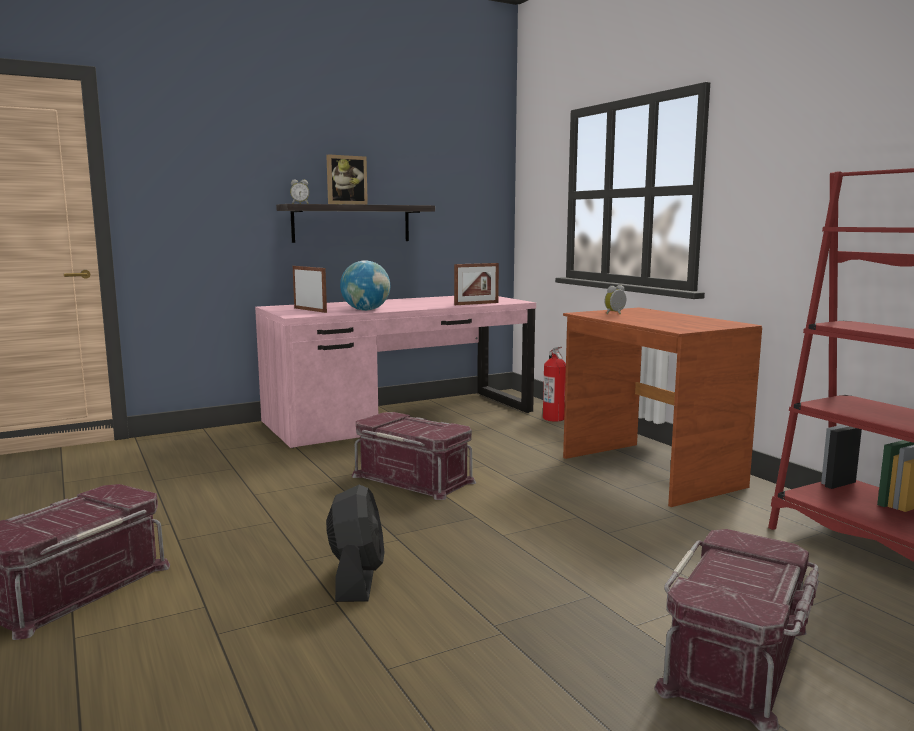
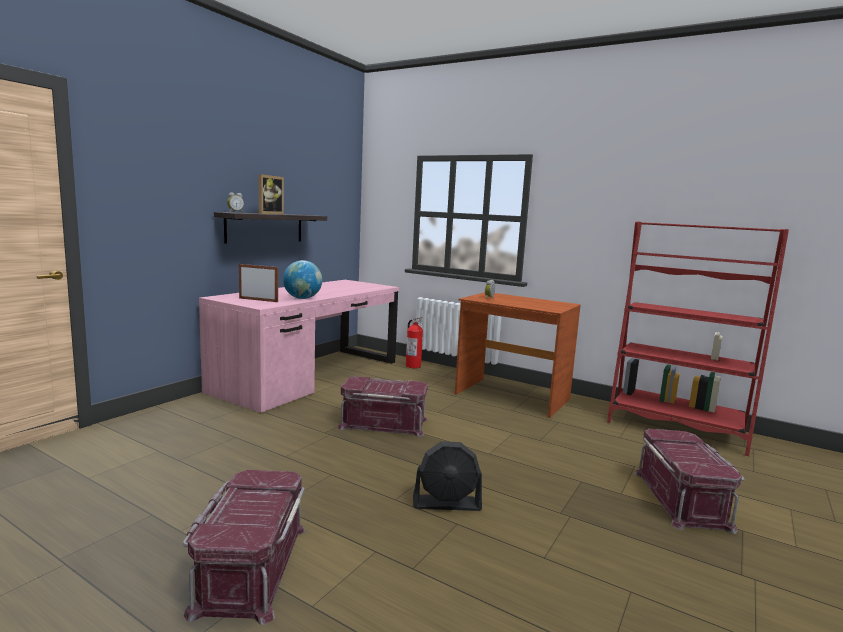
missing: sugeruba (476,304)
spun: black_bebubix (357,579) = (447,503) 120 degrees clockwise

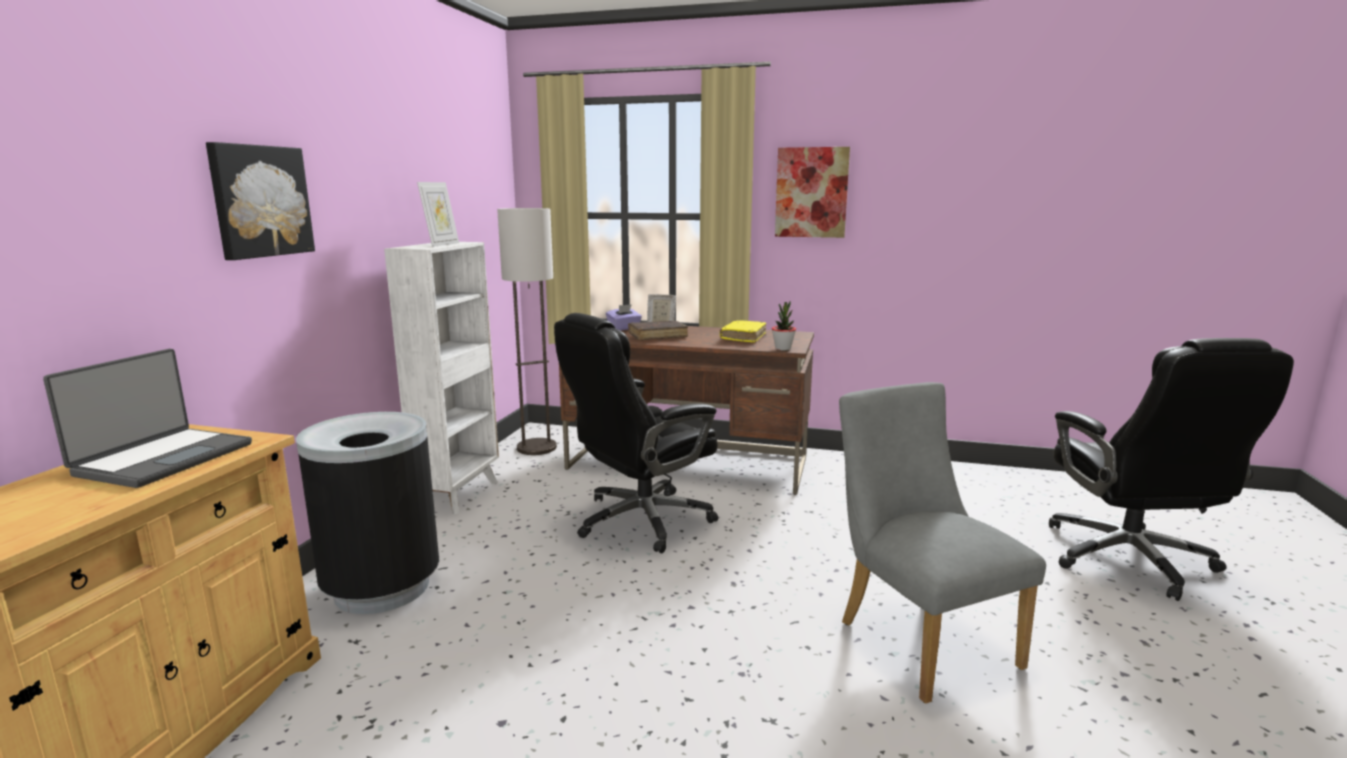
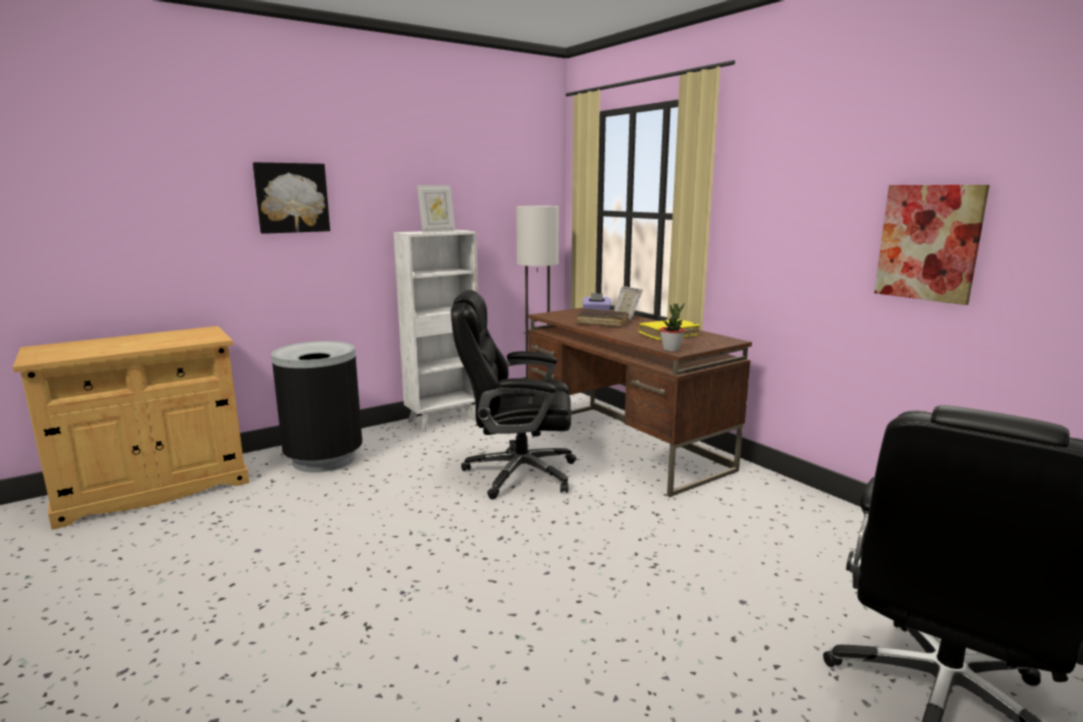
missing: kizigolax (163,459); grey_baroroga (918,638)
relocated: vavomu (811,192) to (929,242)

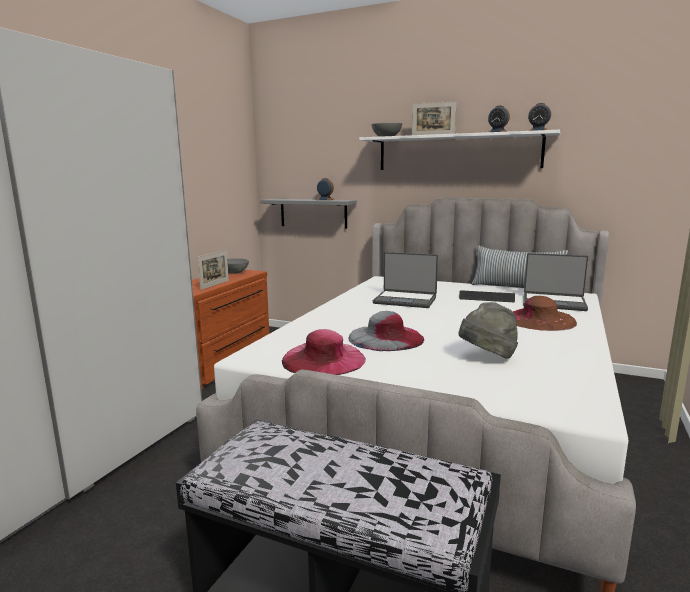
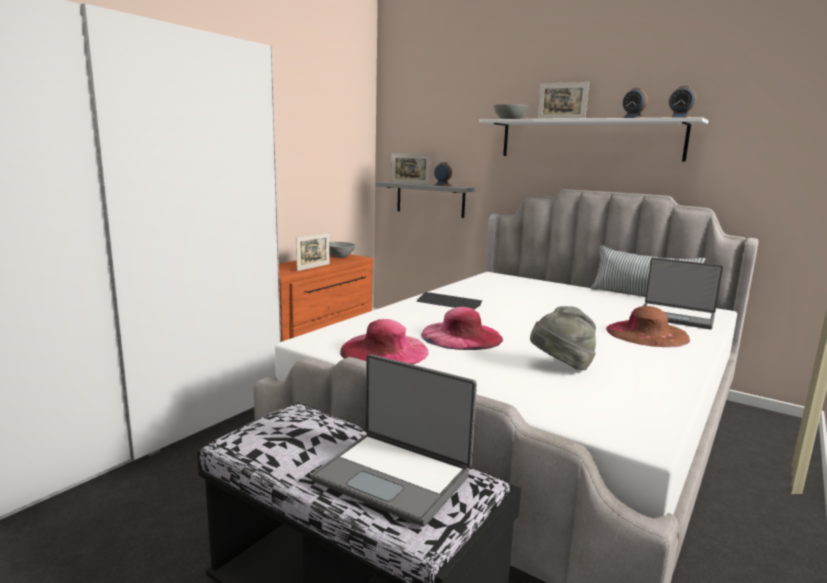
appeared: sugeruba (410,183)
relocated: kizigolax (405,300) to (394,476); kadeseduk (486,298) to (448,303)
colour: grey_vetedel (385,338) to pink_vetedel (461,336)

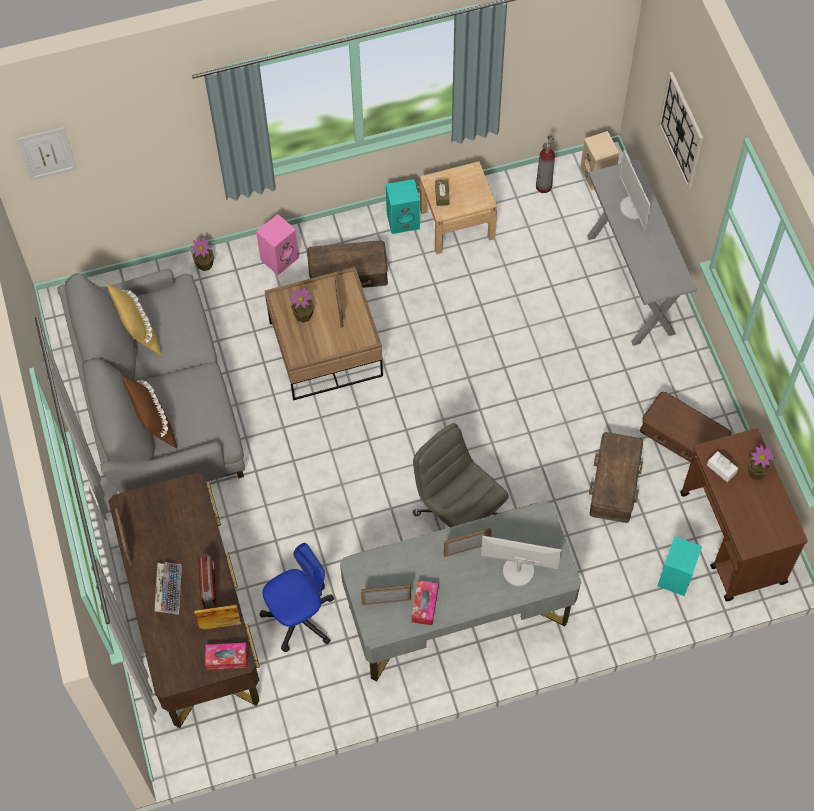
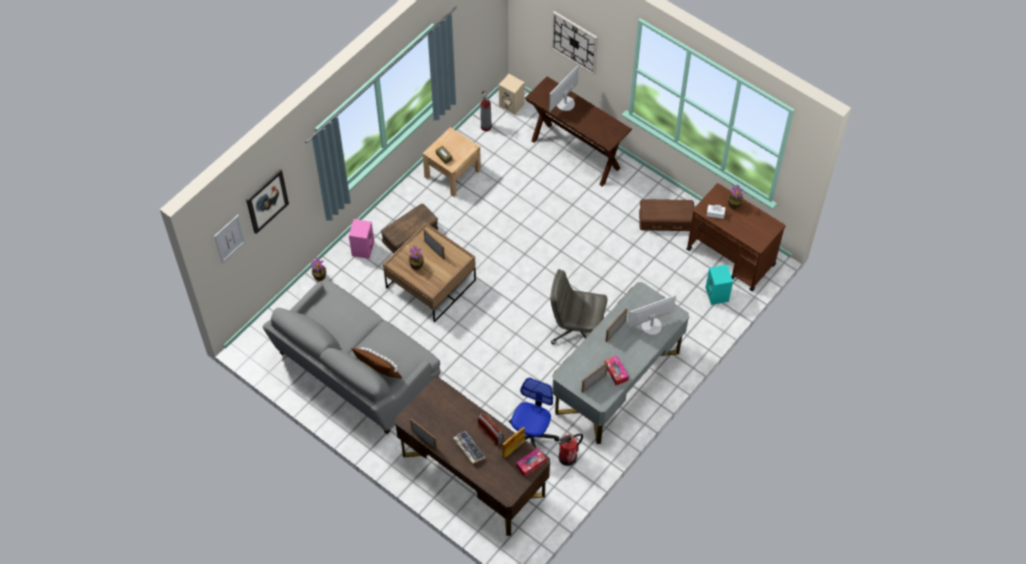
missing: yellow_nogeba (138,334); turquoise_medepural (403,220); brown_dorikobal (615,483)
appeared: vavomu (266,200); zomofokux (568,457)
colour: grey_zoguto (630,284) to brown_zoguto (575,154)
spun: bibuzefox (634,208) = (565,103) 90 degrees clockwise

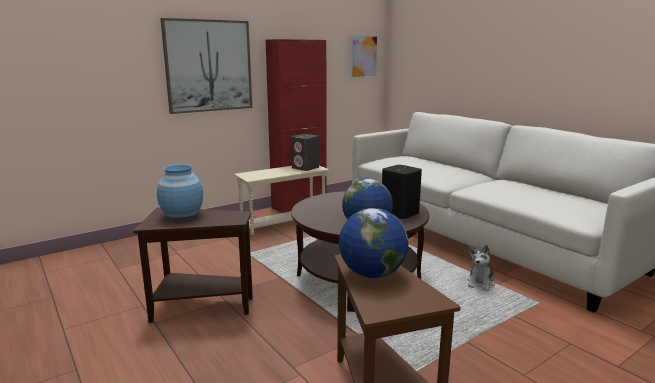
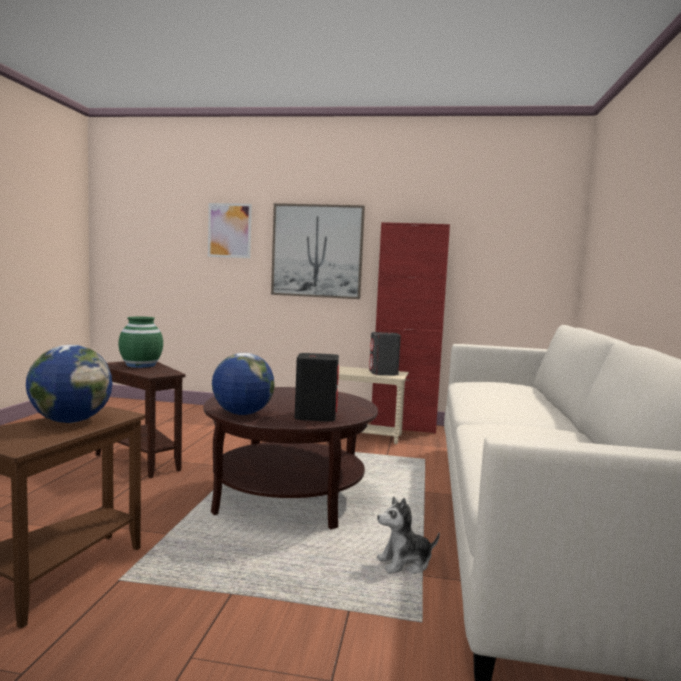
relocated: vavomu (364,56) to (229,230)
colour: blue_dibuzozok (182,216) to green_dibuzozok (140,365)

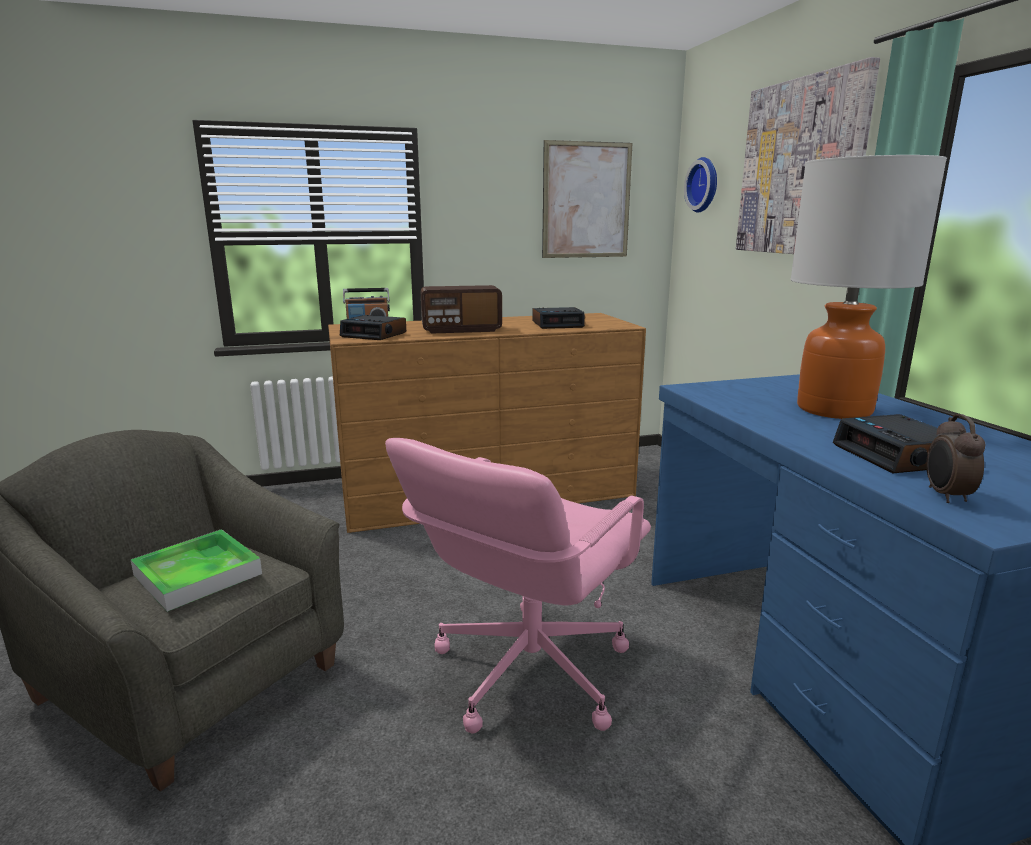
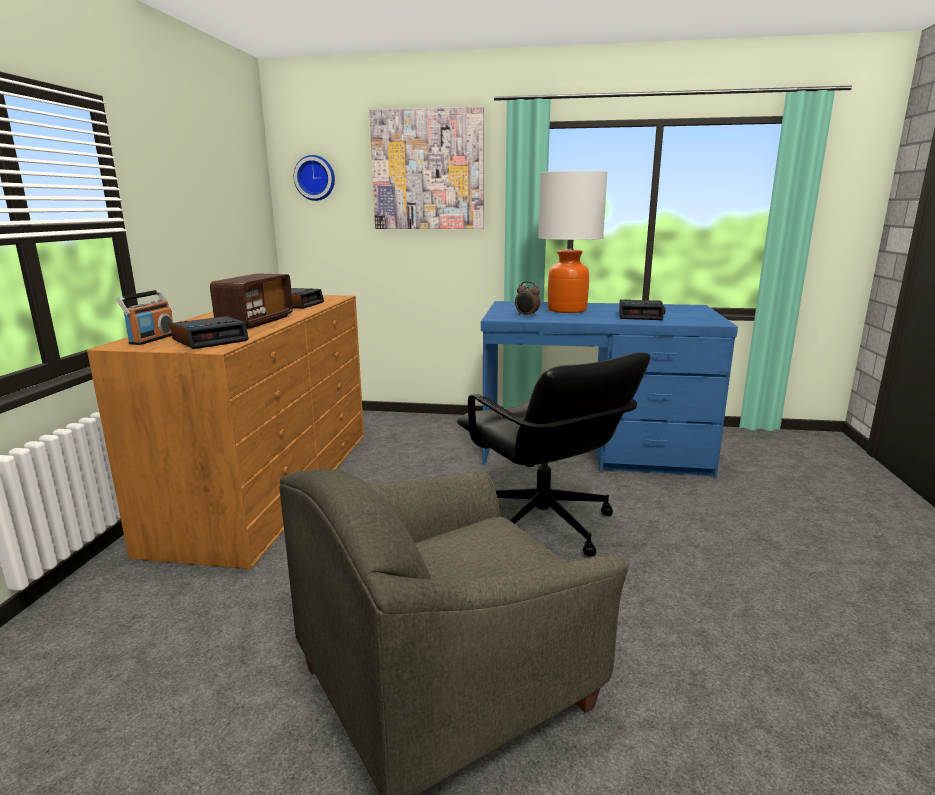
missing: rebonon (198,574); vavomu (586,200)
relocated: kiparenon (945,496) to (527,316)
colour: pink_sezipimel (528,670) to black_sezipimel (542,525)

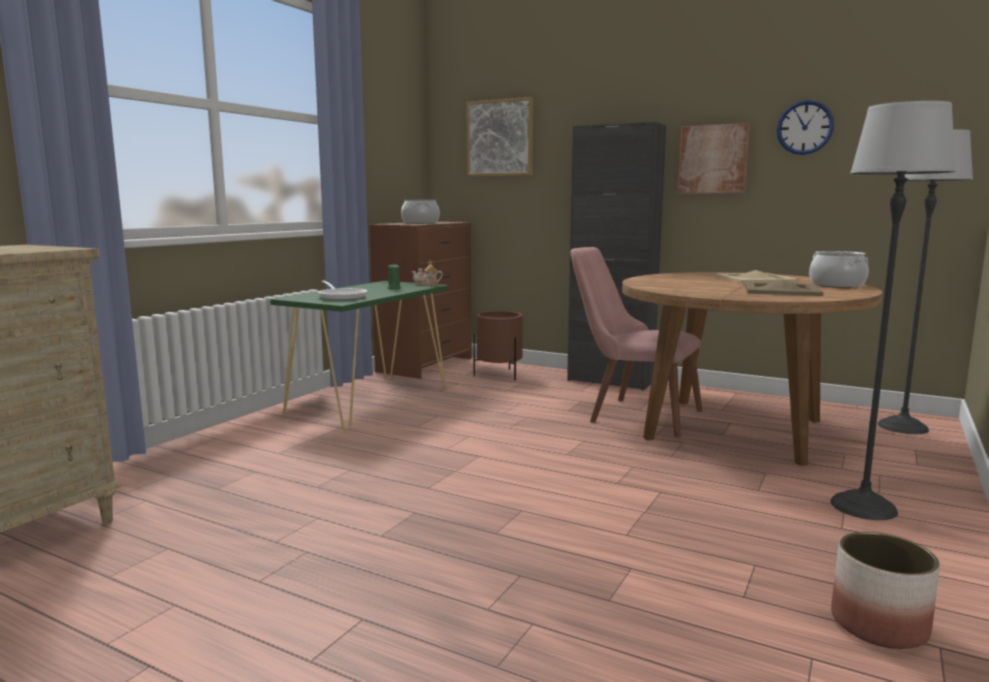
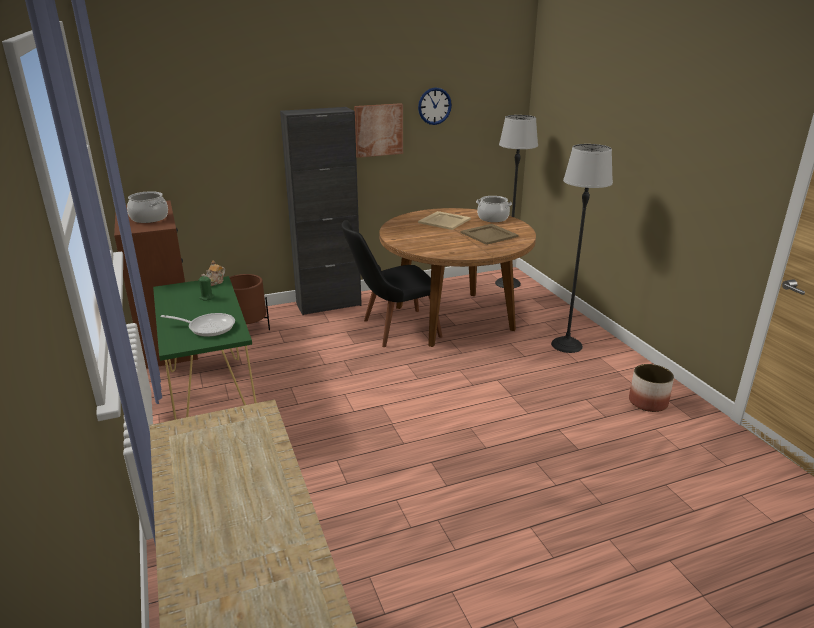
missing: vavomu (500,138)
colour: pink_baroroga (631,414) to black_baroroga (391,330)

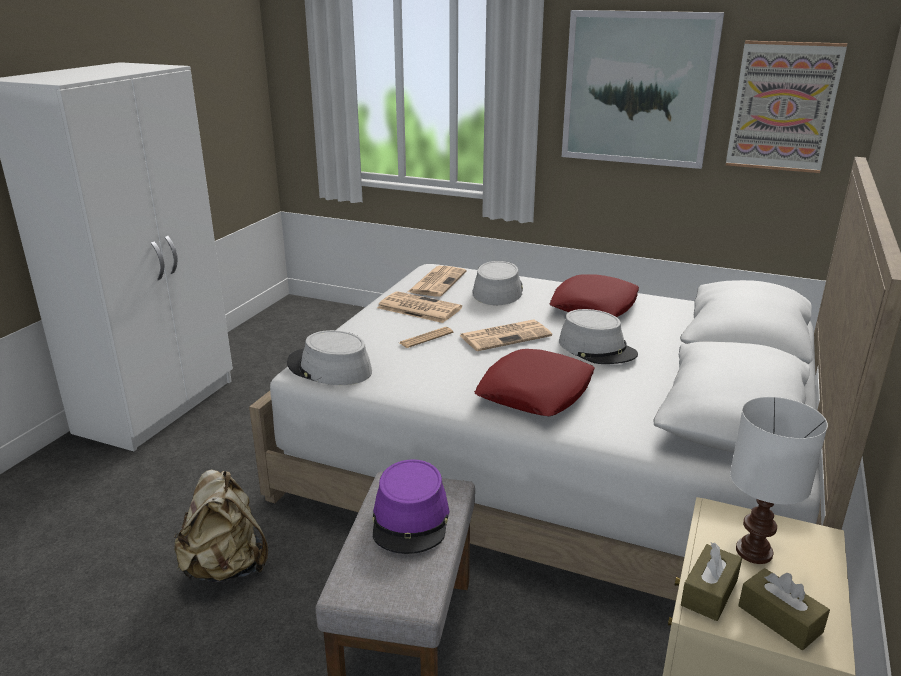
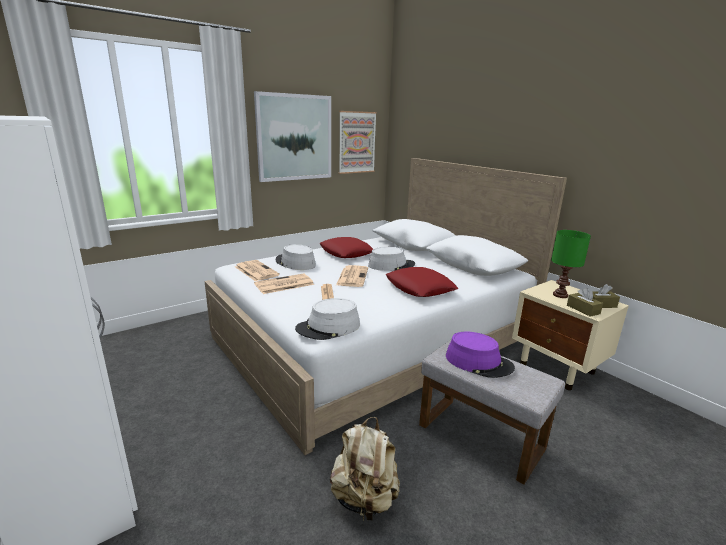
colour: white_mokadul (755,552) to green_mokadul (560,295)

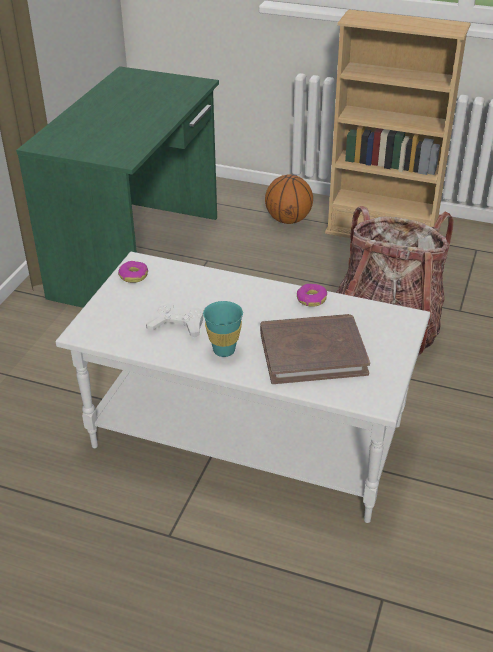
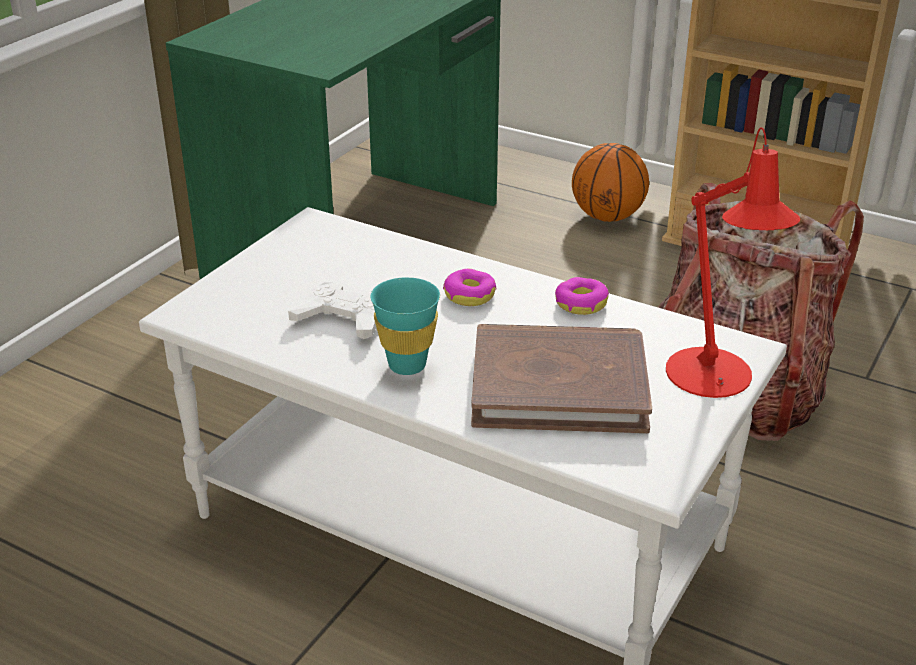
appeared: red_mokadul (713,380)
relocated: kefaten (133,276) to (469,295)

